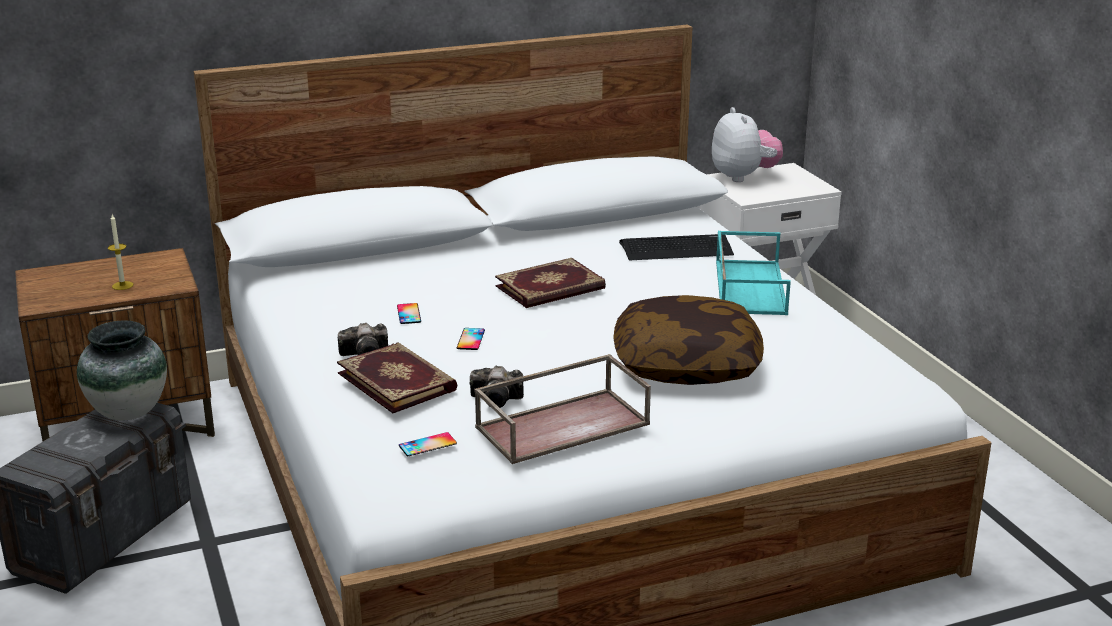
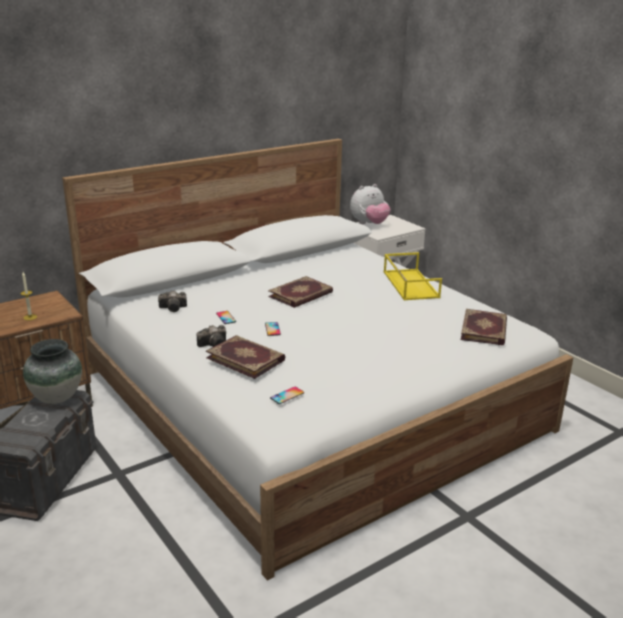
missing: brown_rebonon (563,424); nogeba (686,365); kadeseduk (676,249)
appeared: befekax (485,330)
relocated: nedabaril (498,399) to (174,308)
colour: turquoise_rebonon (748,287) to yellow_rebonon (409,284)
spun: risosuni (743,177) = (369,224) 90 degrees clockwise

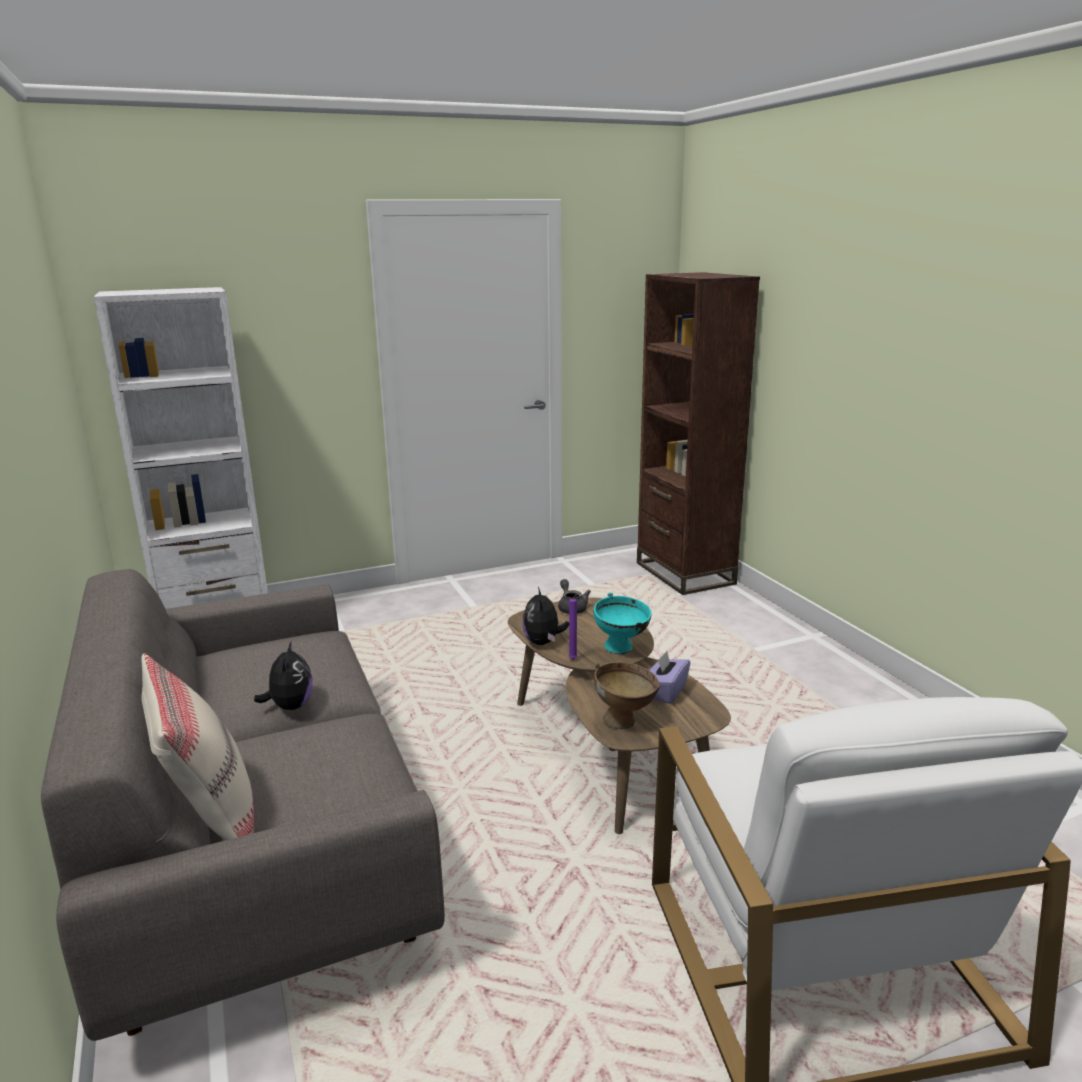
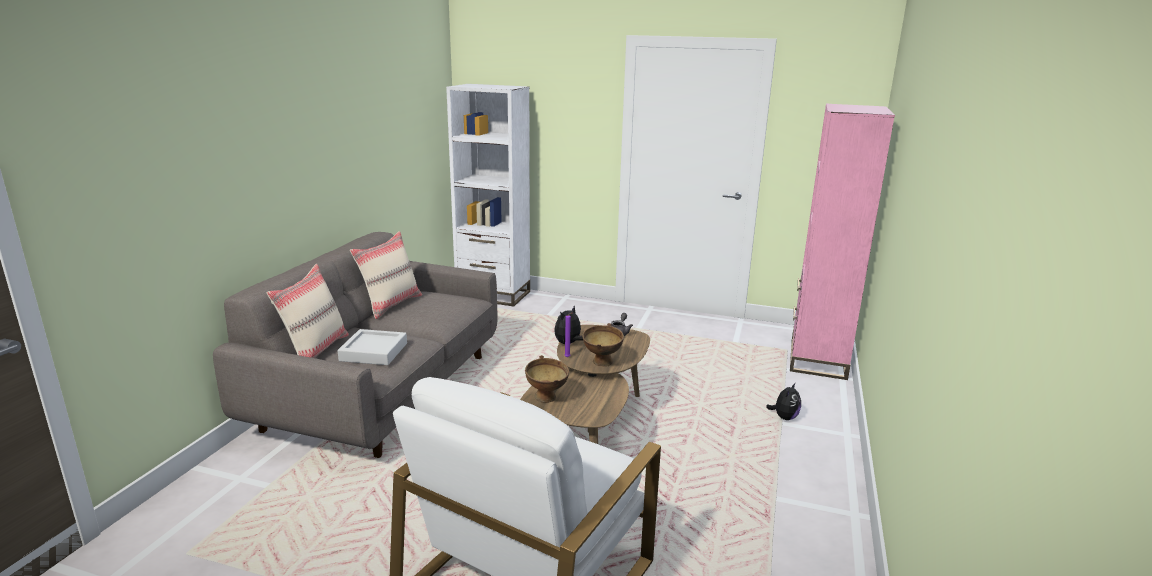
missing: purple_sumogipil (665,692)
appeared: grey_rebonon (373,352); beige_nogeba (391,304)
relocated: risosuni (290,706) to (784,417)
colour: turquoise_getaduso (622,650) to brown_getaduso (602,364); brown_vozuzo (684,573) to pink_vozuzo (817,359)

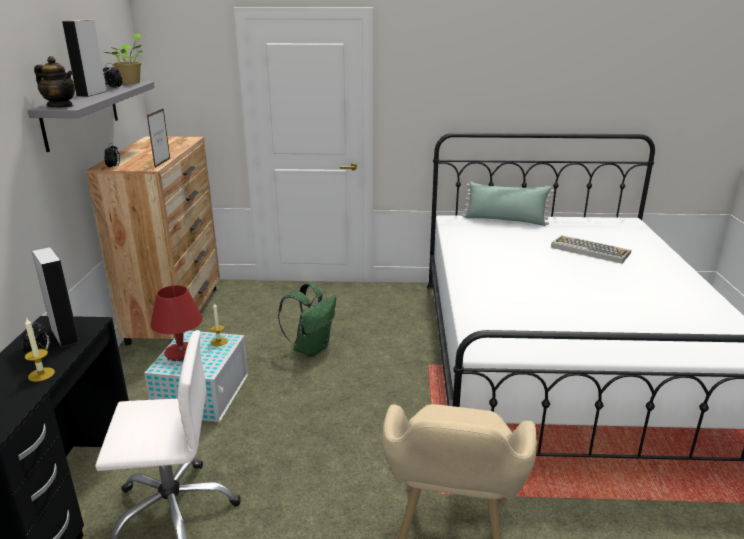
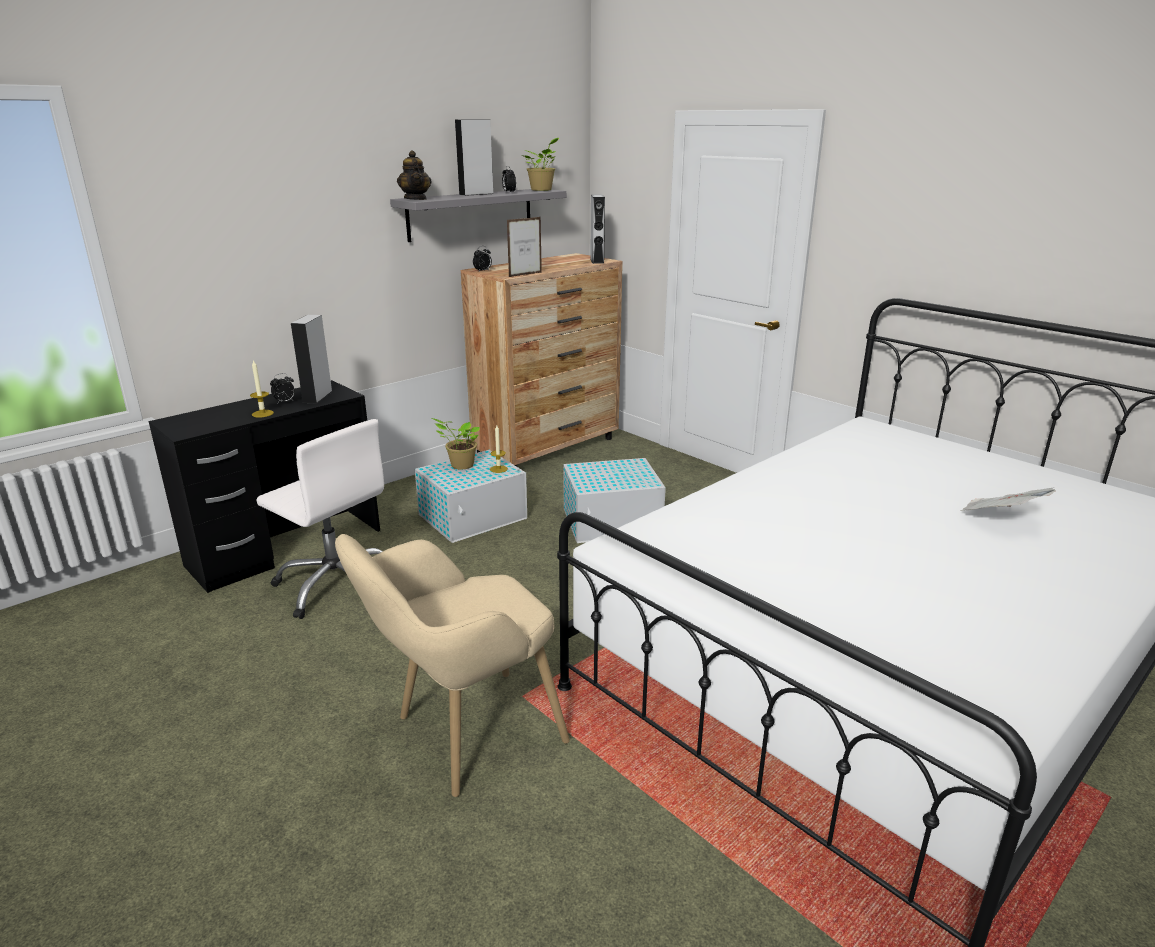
missing: green_nogeba (505,220)
appeared: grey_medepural (597,261)
exchanged: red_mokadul (181,352) to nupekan (460,465); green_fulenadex (311,348) to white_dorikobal (613,522); kadeseduk (589,250) to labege (1000,518)

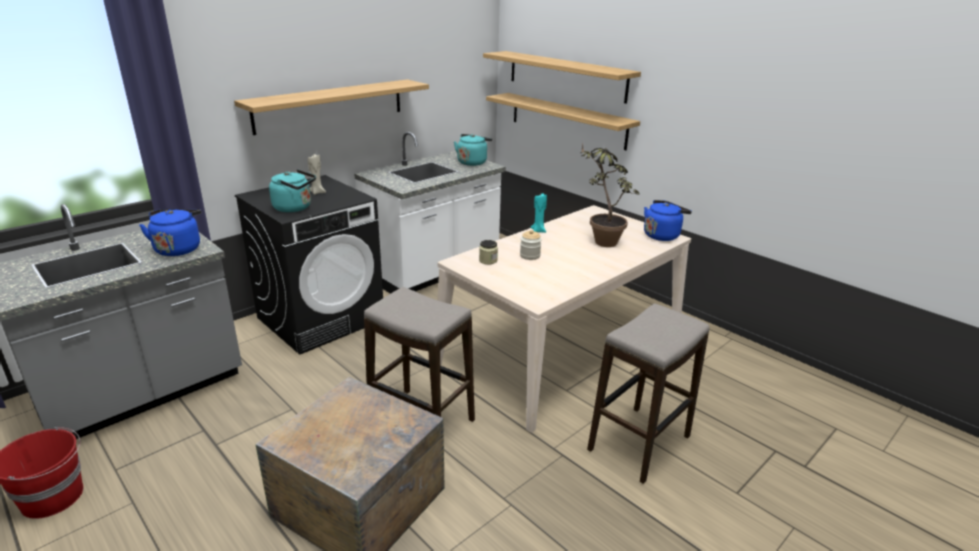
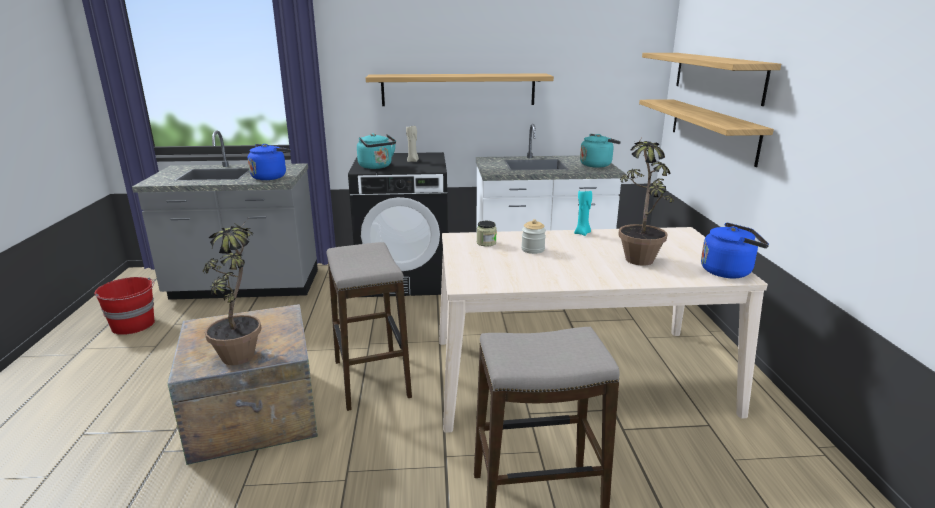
appeared: nupekan (243,350)

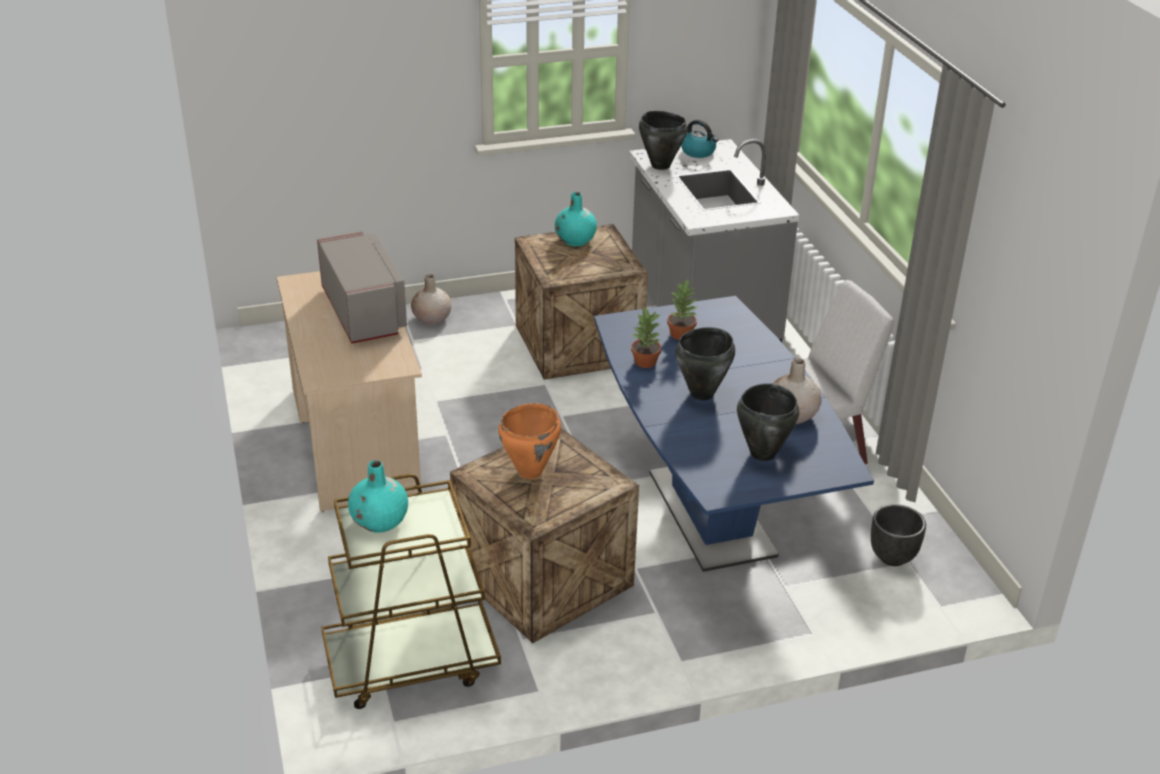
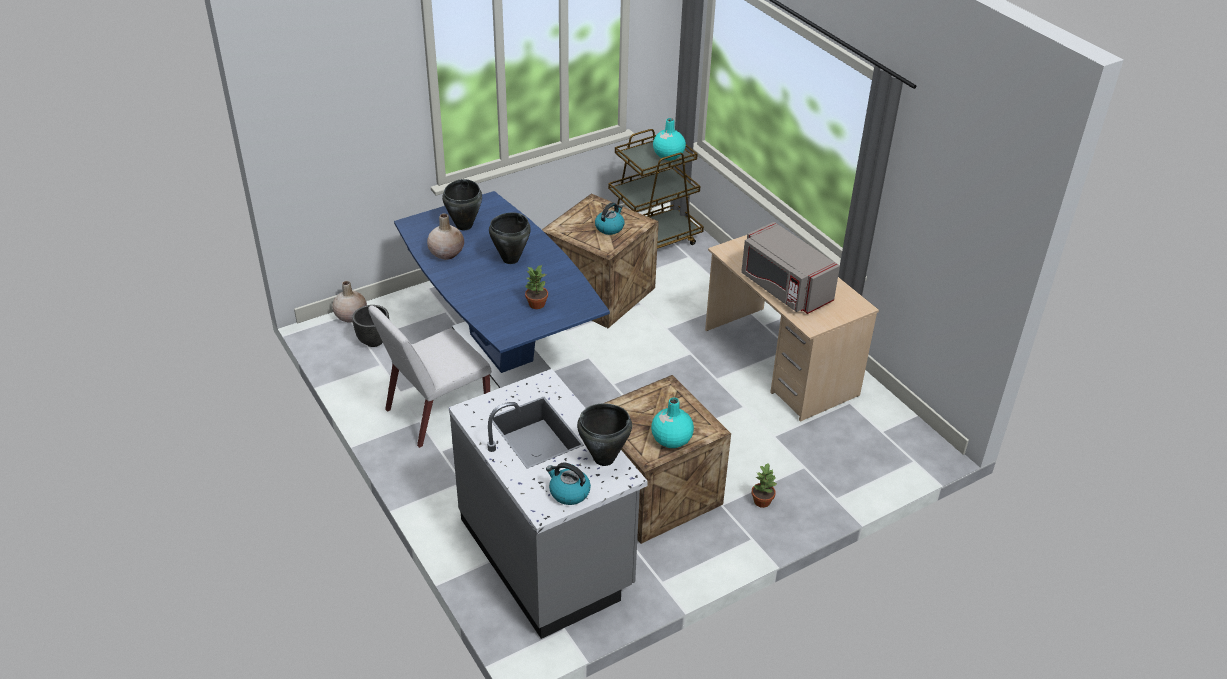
relocated: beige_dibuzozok (432,319) to (351,316); nupekan (645,362) to (762,501)
exchanged: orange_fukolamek (530,471) to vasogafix (609,227)

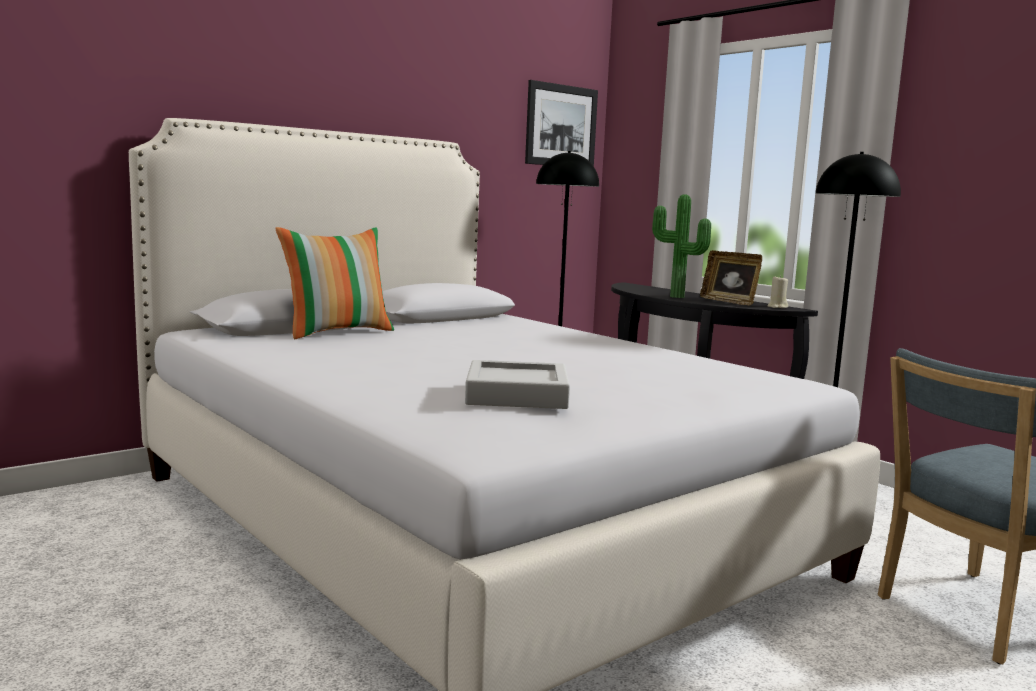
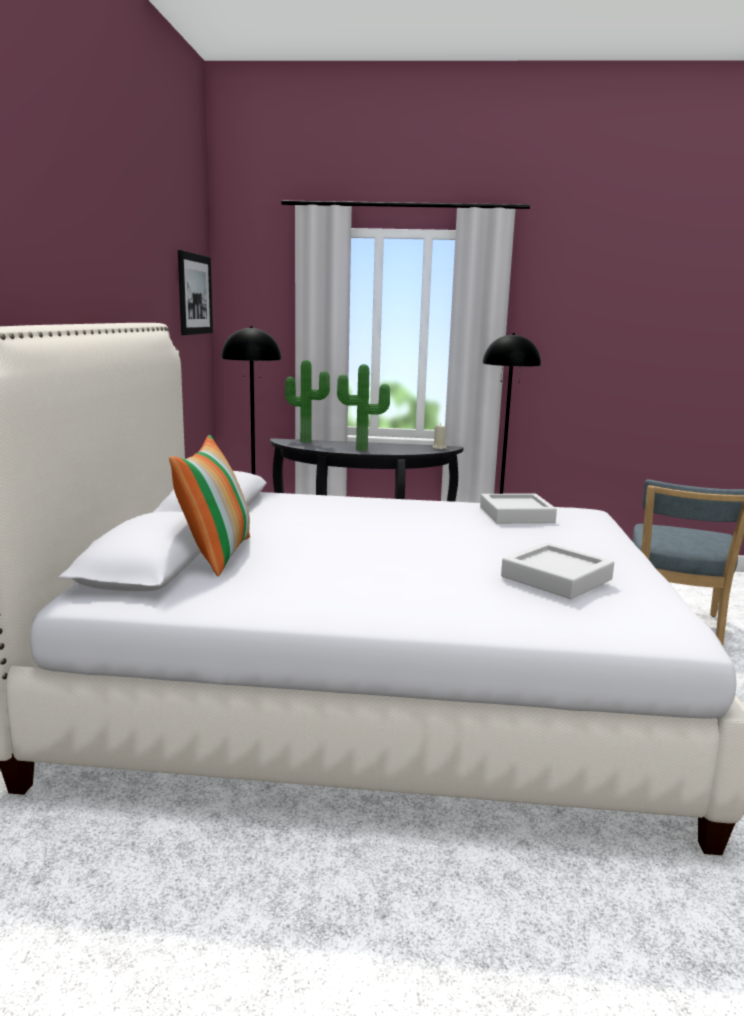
missing: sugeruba (729,301)
appeared: nupekan (306,441); grey_rebonon (516,515)

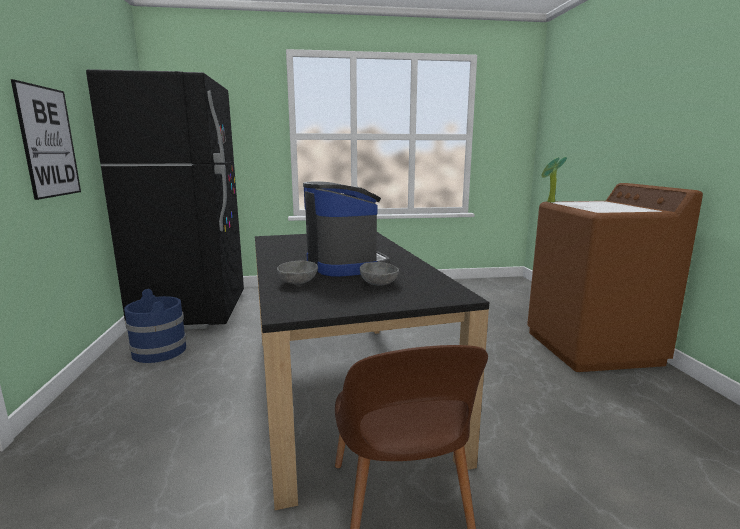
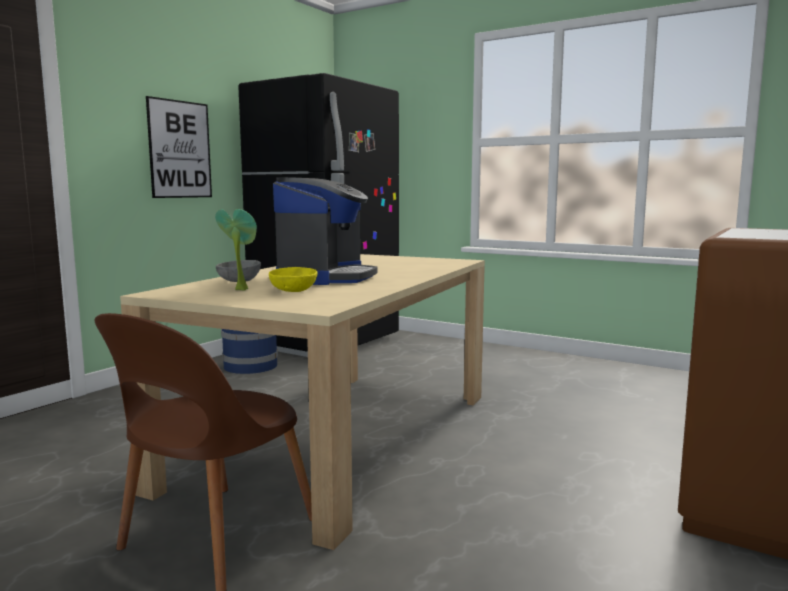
relocated: nupekan (549,202) to (240,289)
colour: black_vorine (341,386) to beige_vorine (340,437); grey_getaduso (379,284) to yellow_getaduso (294,291)

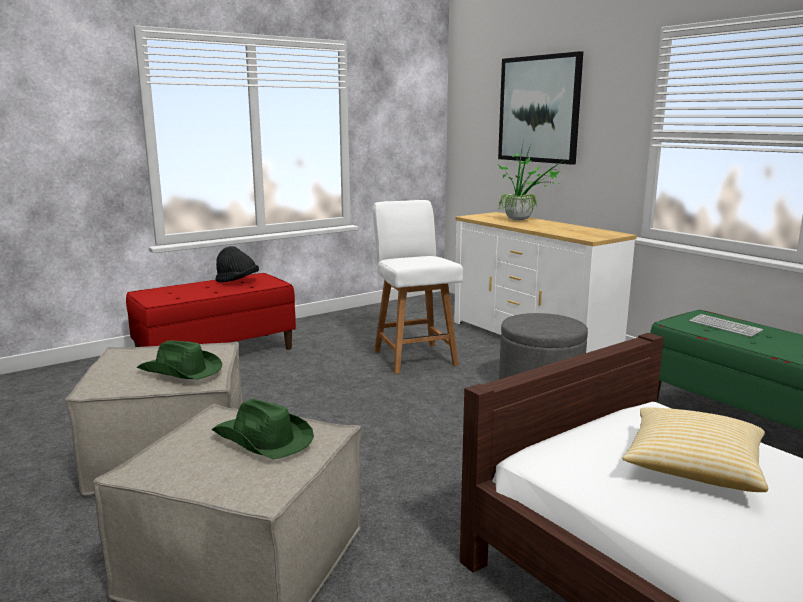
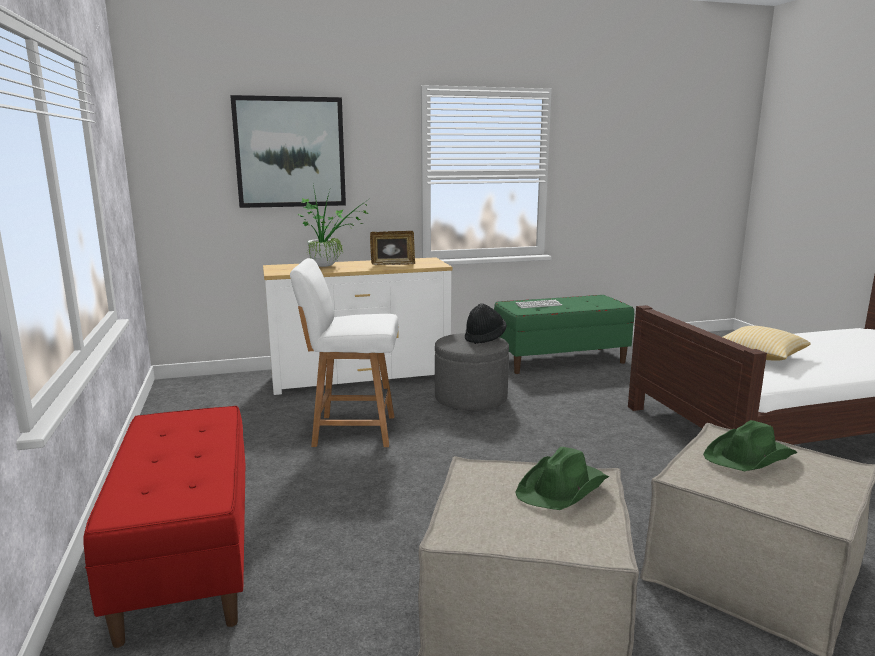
appeared: sugeruba (392,264)
relocated: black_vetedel (237,282) to (485,338)

